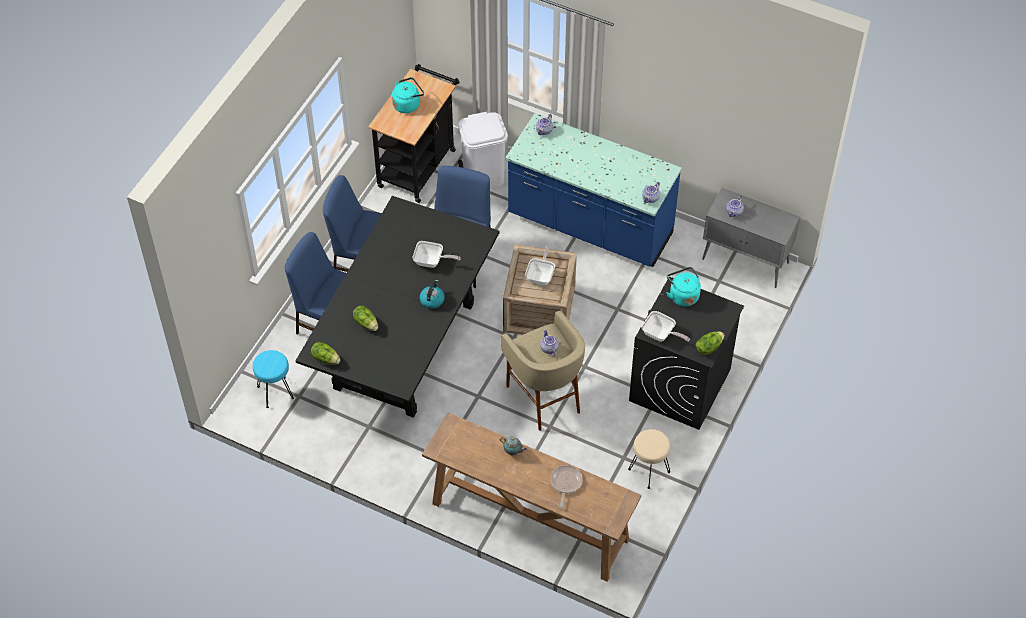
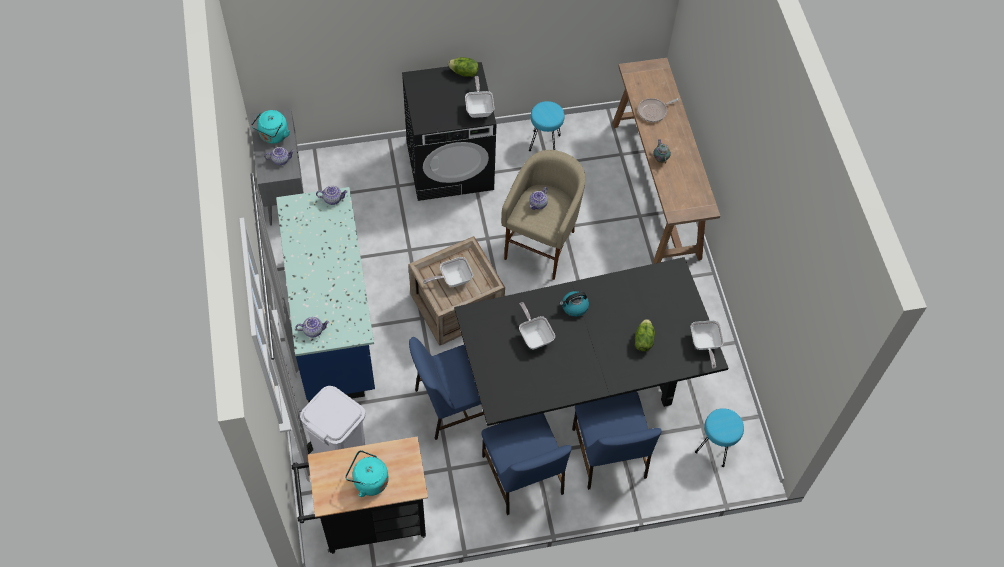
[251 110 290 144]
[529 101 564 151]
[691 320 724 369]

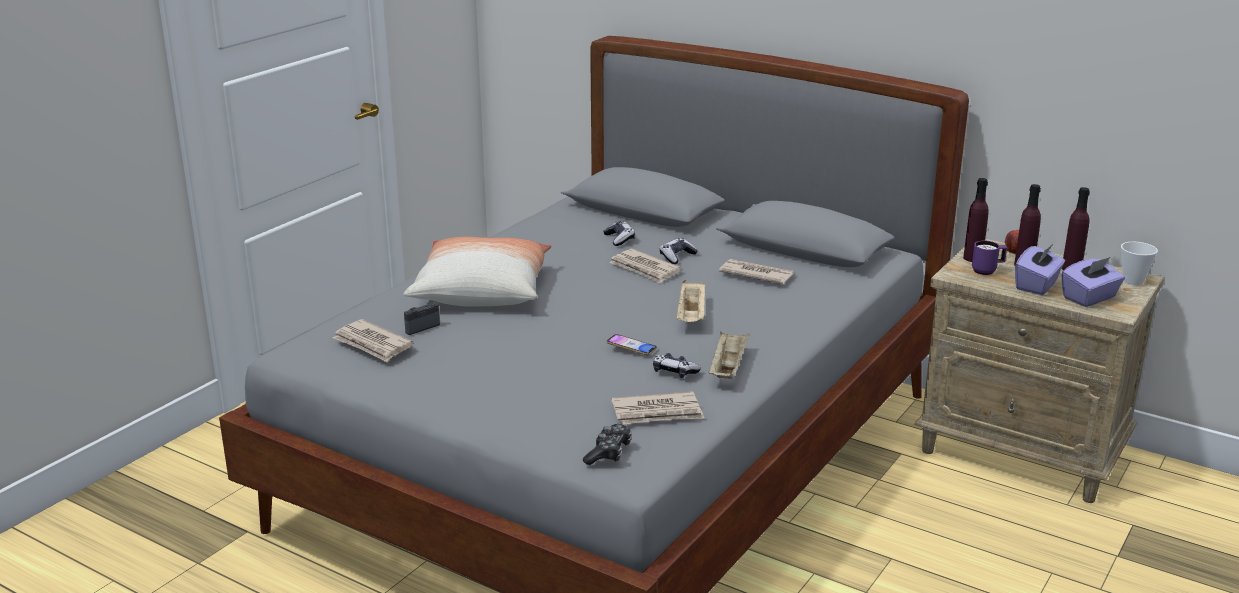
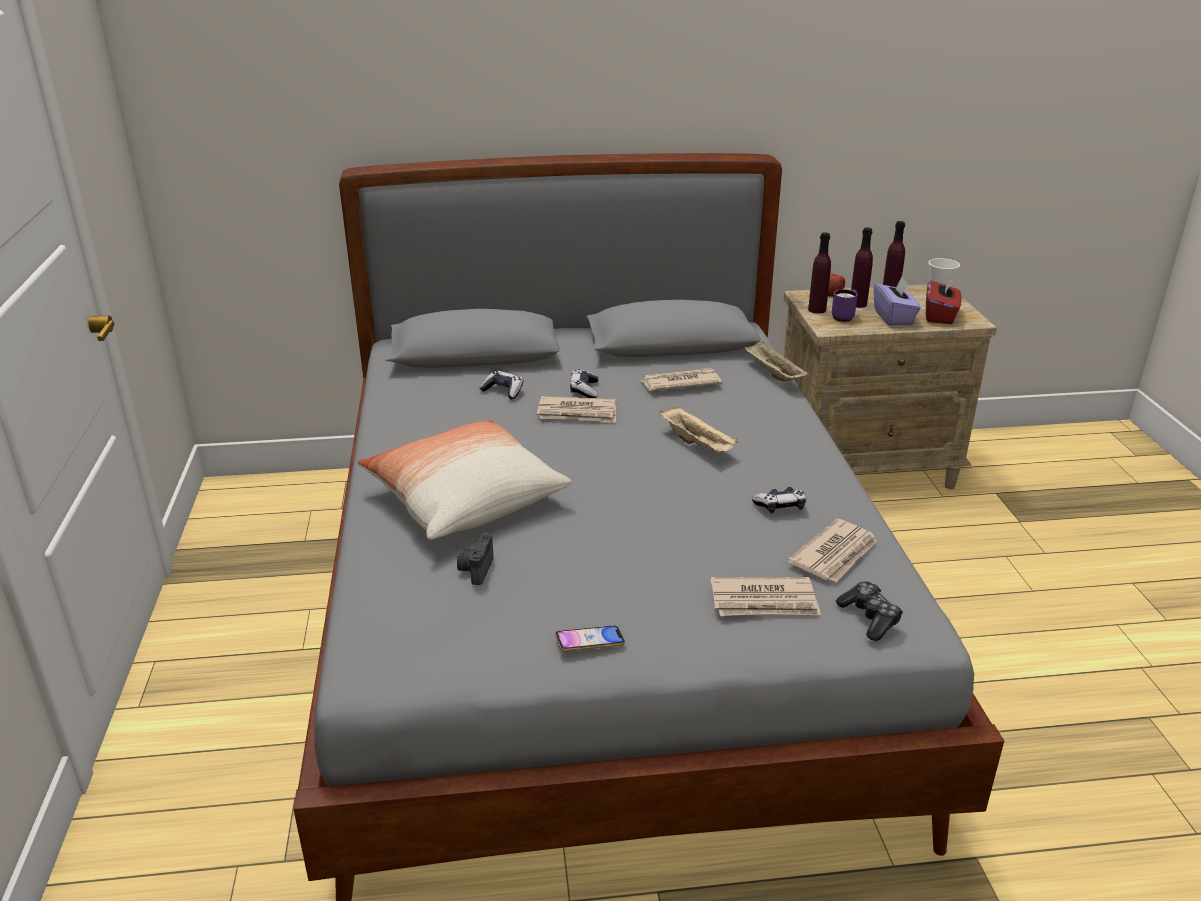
[555 626 625 651]
[710 577 821 616]
[743 341 809 382]
[926 278 962 324]

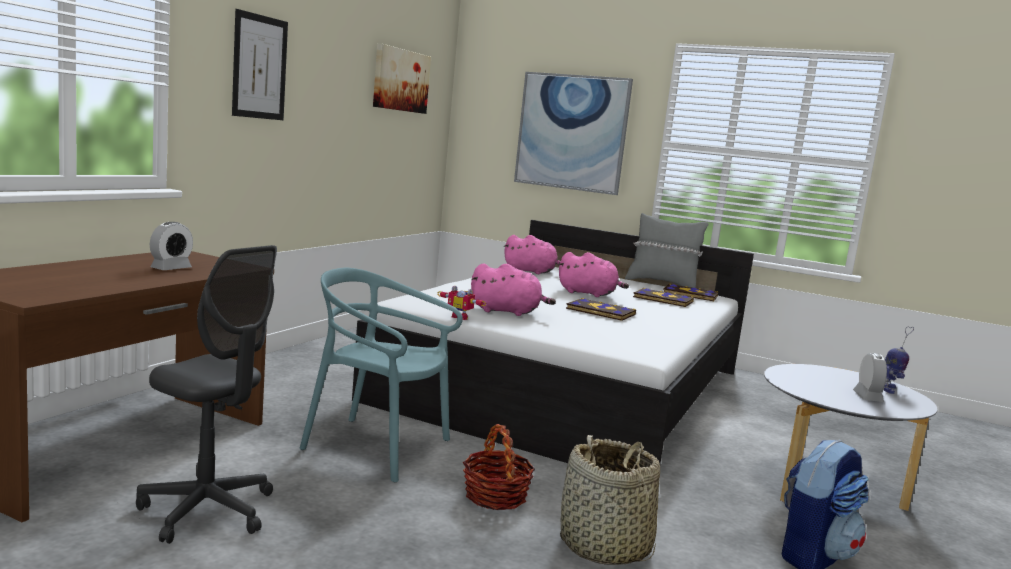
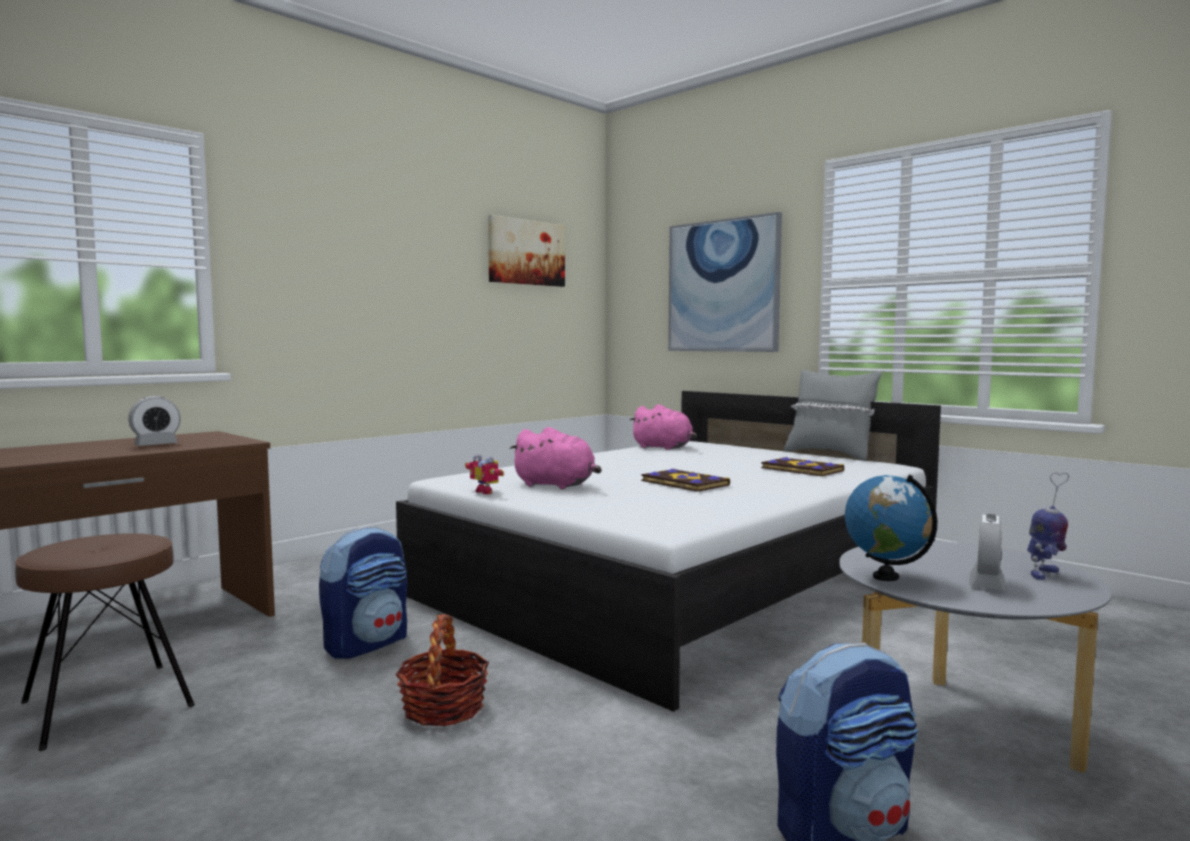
[15 533 195 751]
[319 526 407 659]
[845 475 937 581]
[232 9 288 120] (first image)
[559 252 629 297] (first image)
[560 435 660 565] (first image)
[663 284 718 301] (first image)

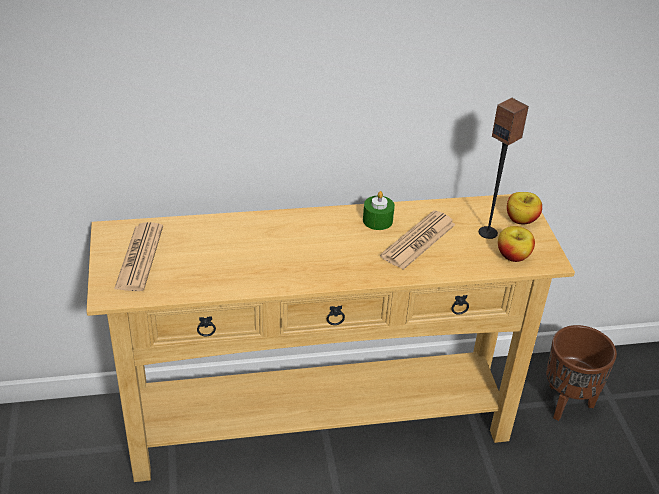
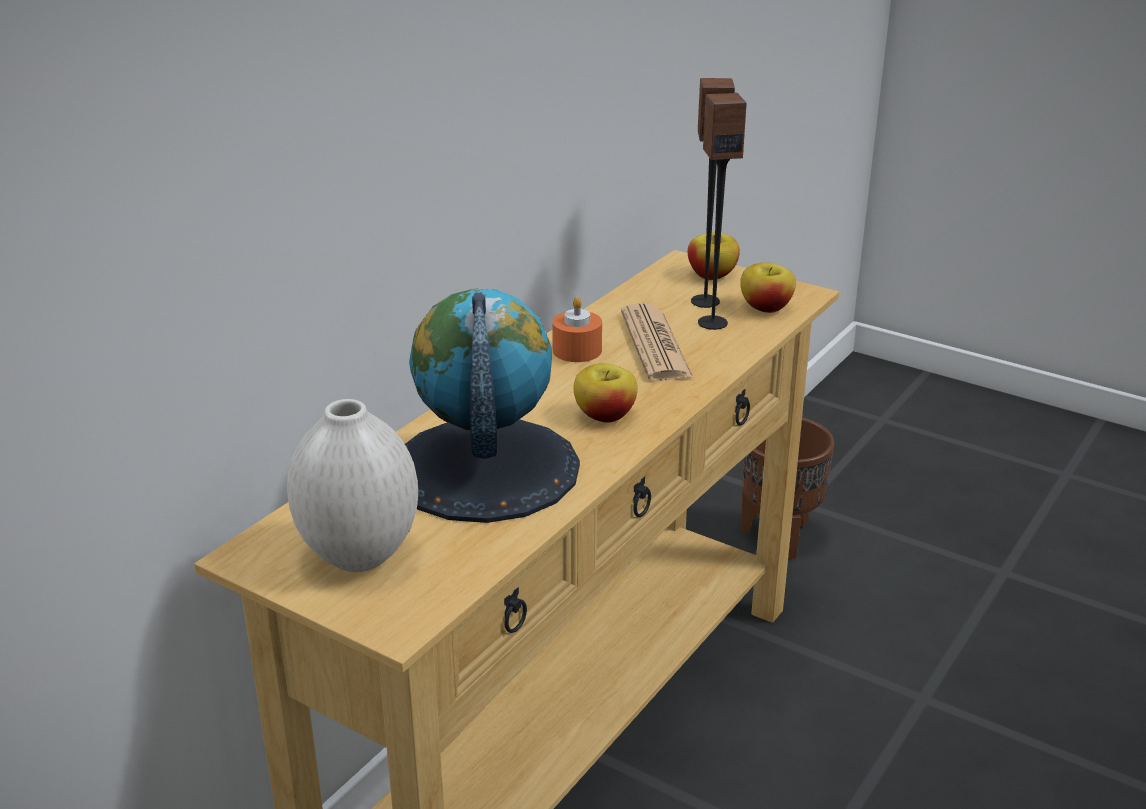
[287 399 418 572]
[405 289 580 523]
[552 296 602 362]
[574 363 638 423]
[698 93 747 330]

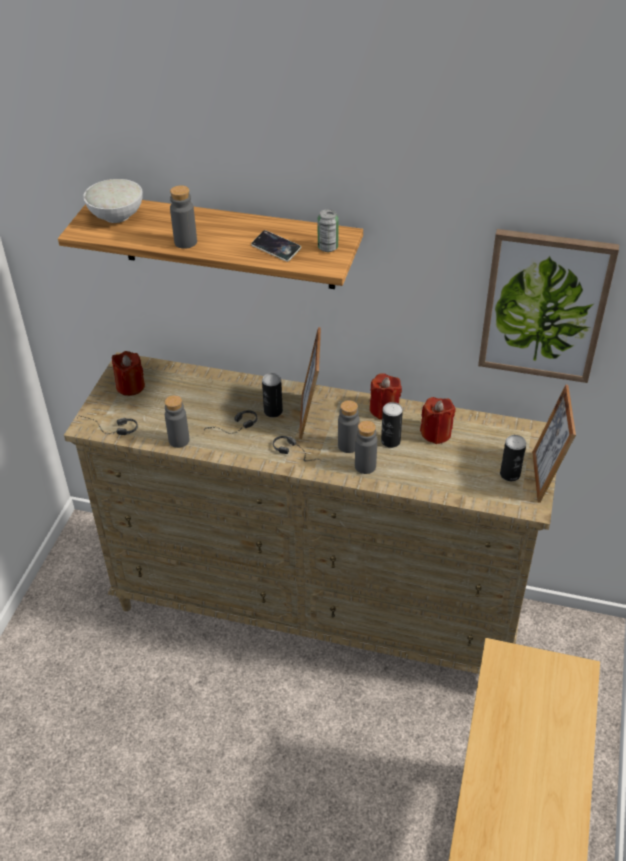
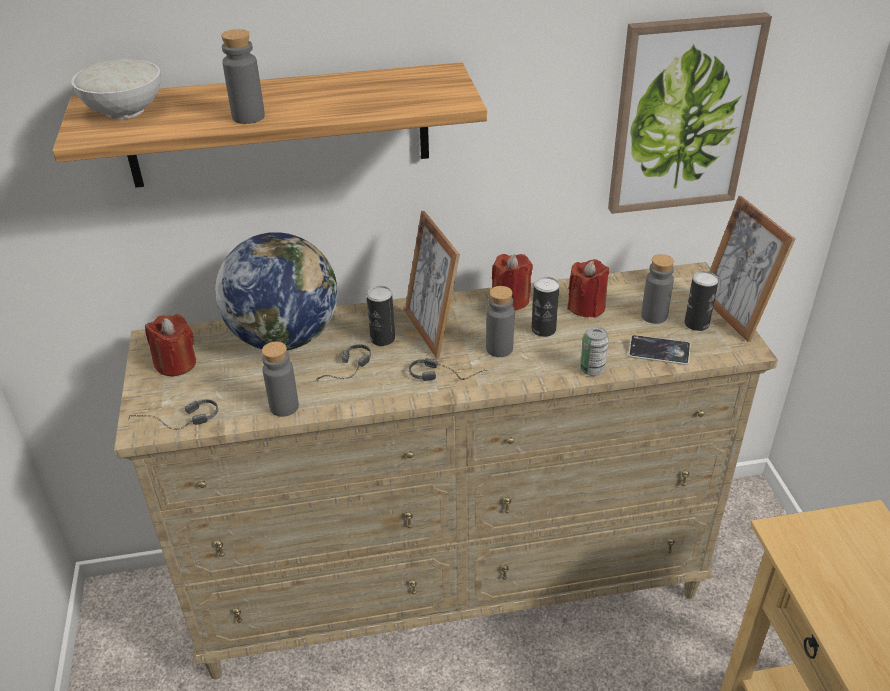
[215 232 338 350]
[580 326 609 376]
[629 335 691 365]
[641 254 674 324]

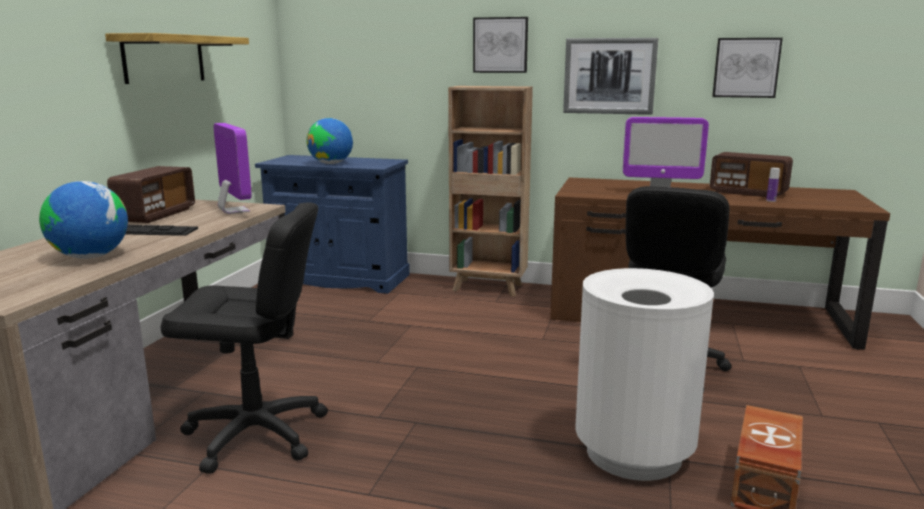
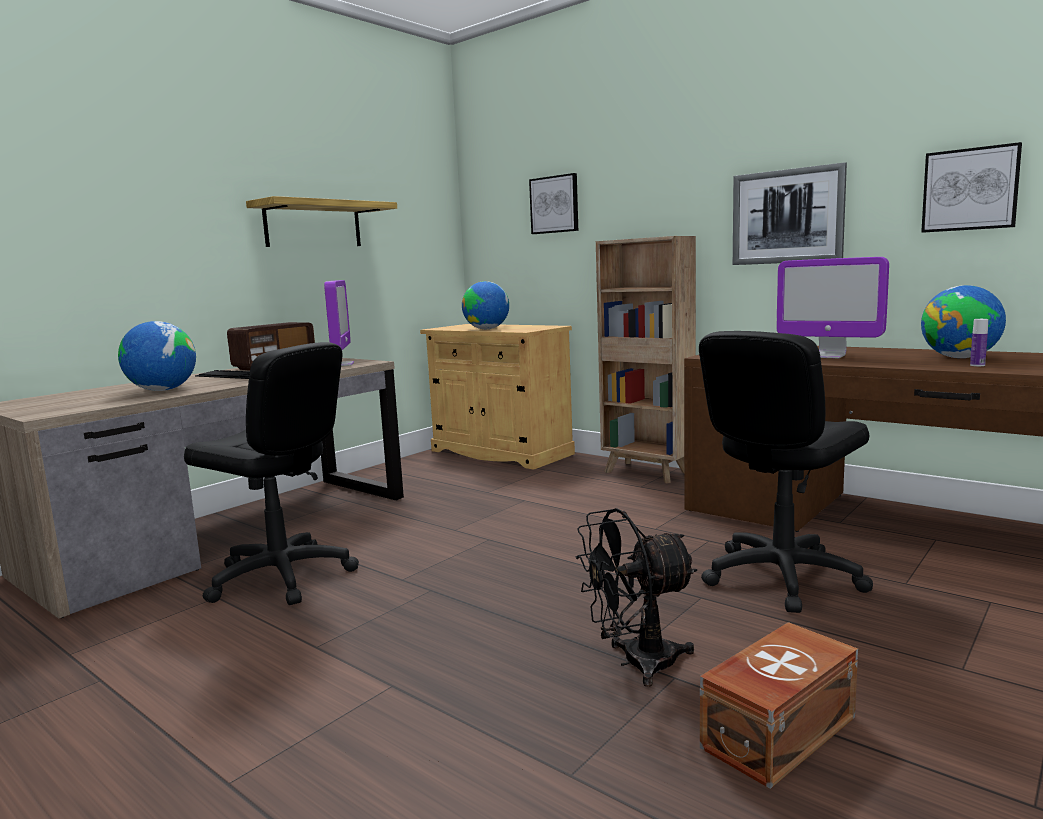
[420 324 575 470]
[529 173 578 234]
[576 508 697 687]
[921 285 1006 358]

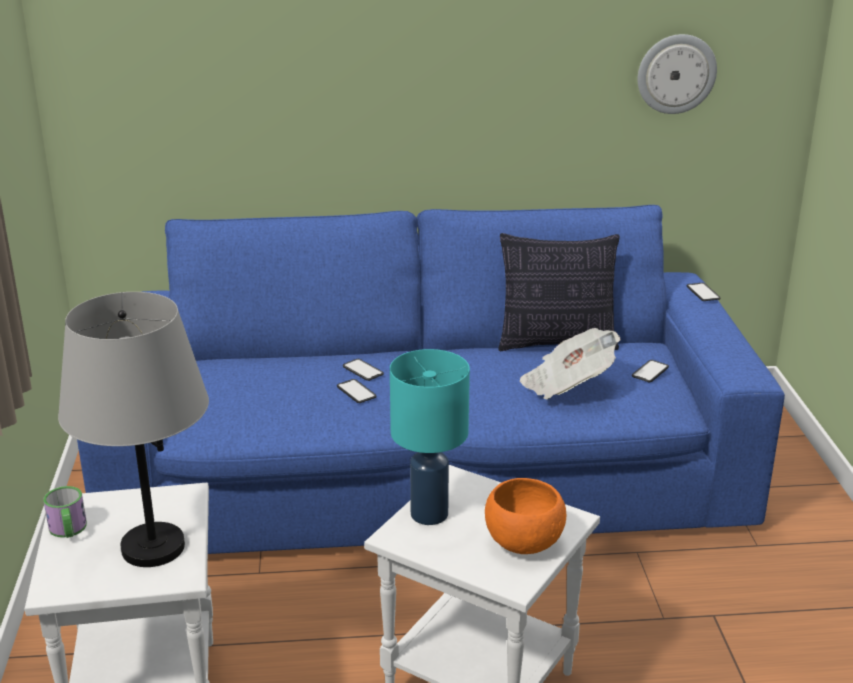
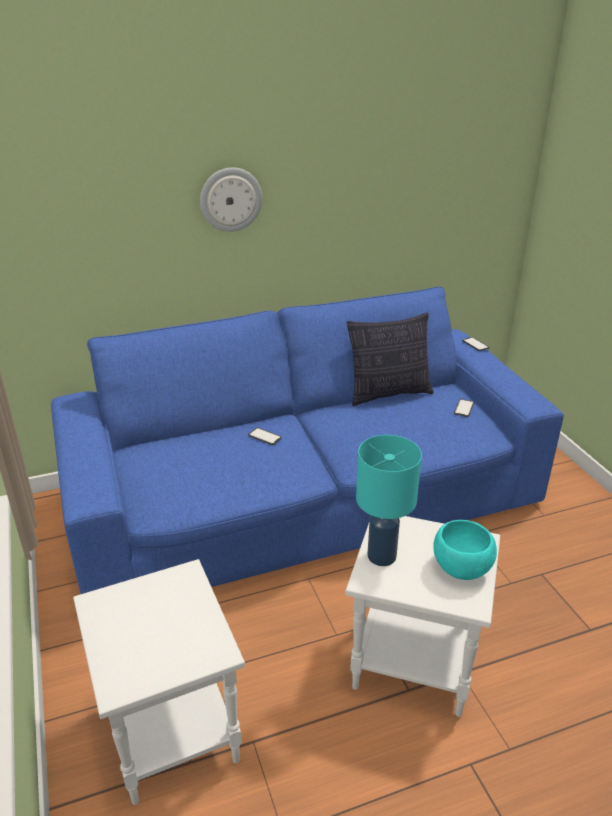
[200 167 262 232]
[433 520 497 580]
[43 486 87 538] (first image)
[58 292 209 567] (first image)
[337 379 377 403] (first image)
[520 328 621 399] (first image)

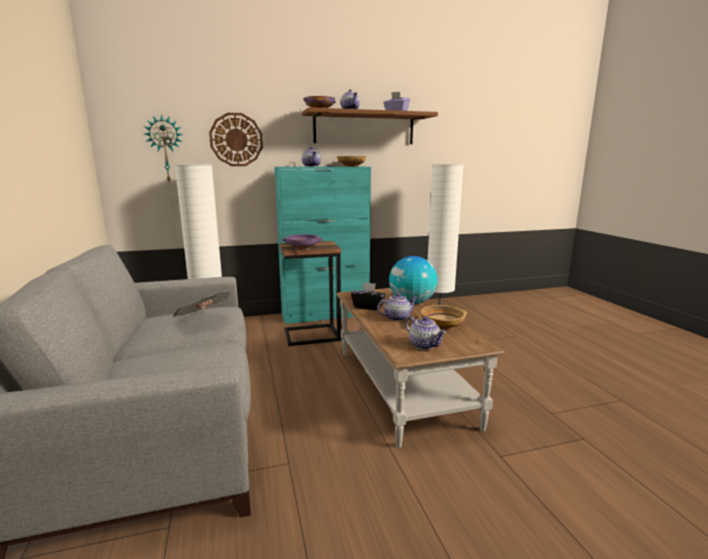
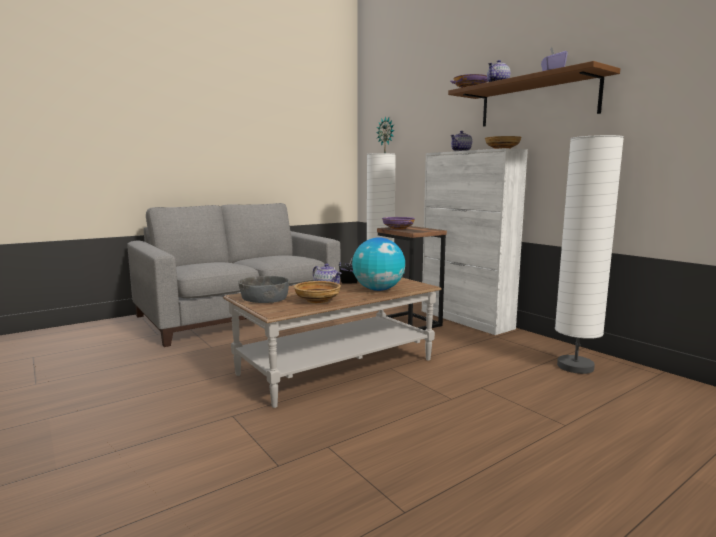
[238 276 289 303]
[422 148 528 335]
[173 292 230 317] (first image)
[209 113 263 166] (first image)

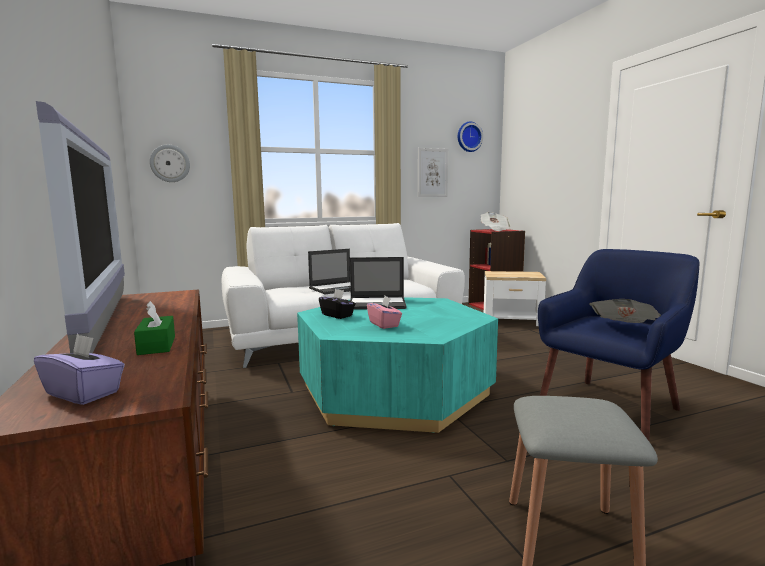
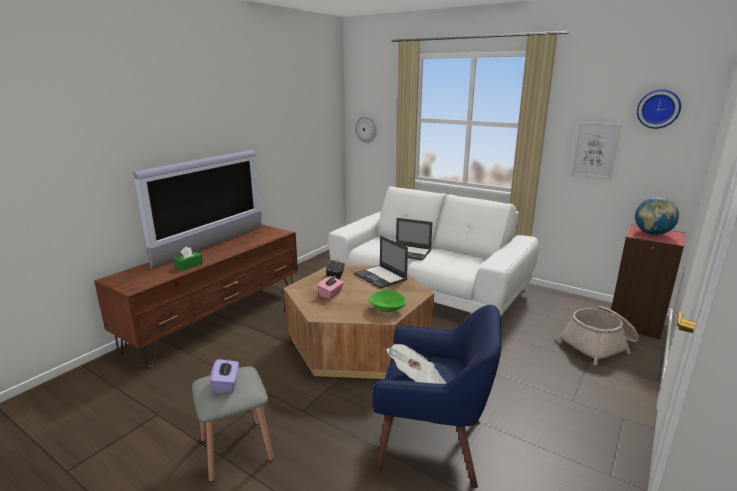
[210 356 239 394]
[284 265 434 379]
[368 290 406 312]
[556 306 639 365]
[635 197 679 235]

